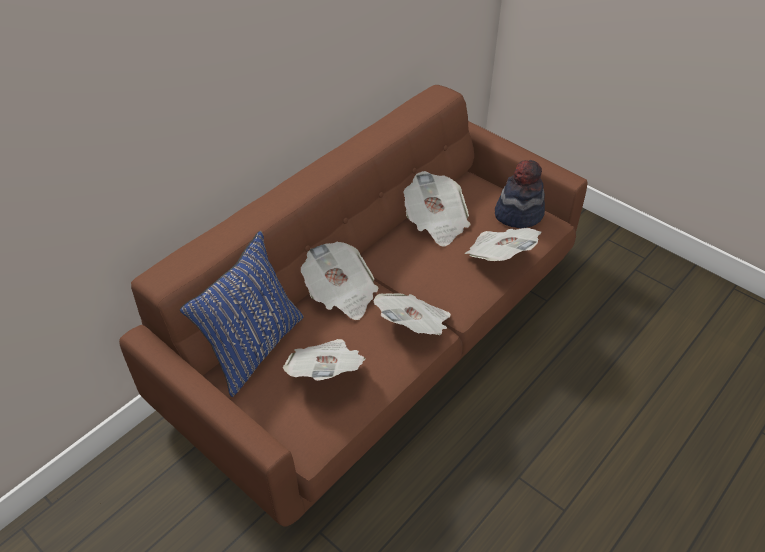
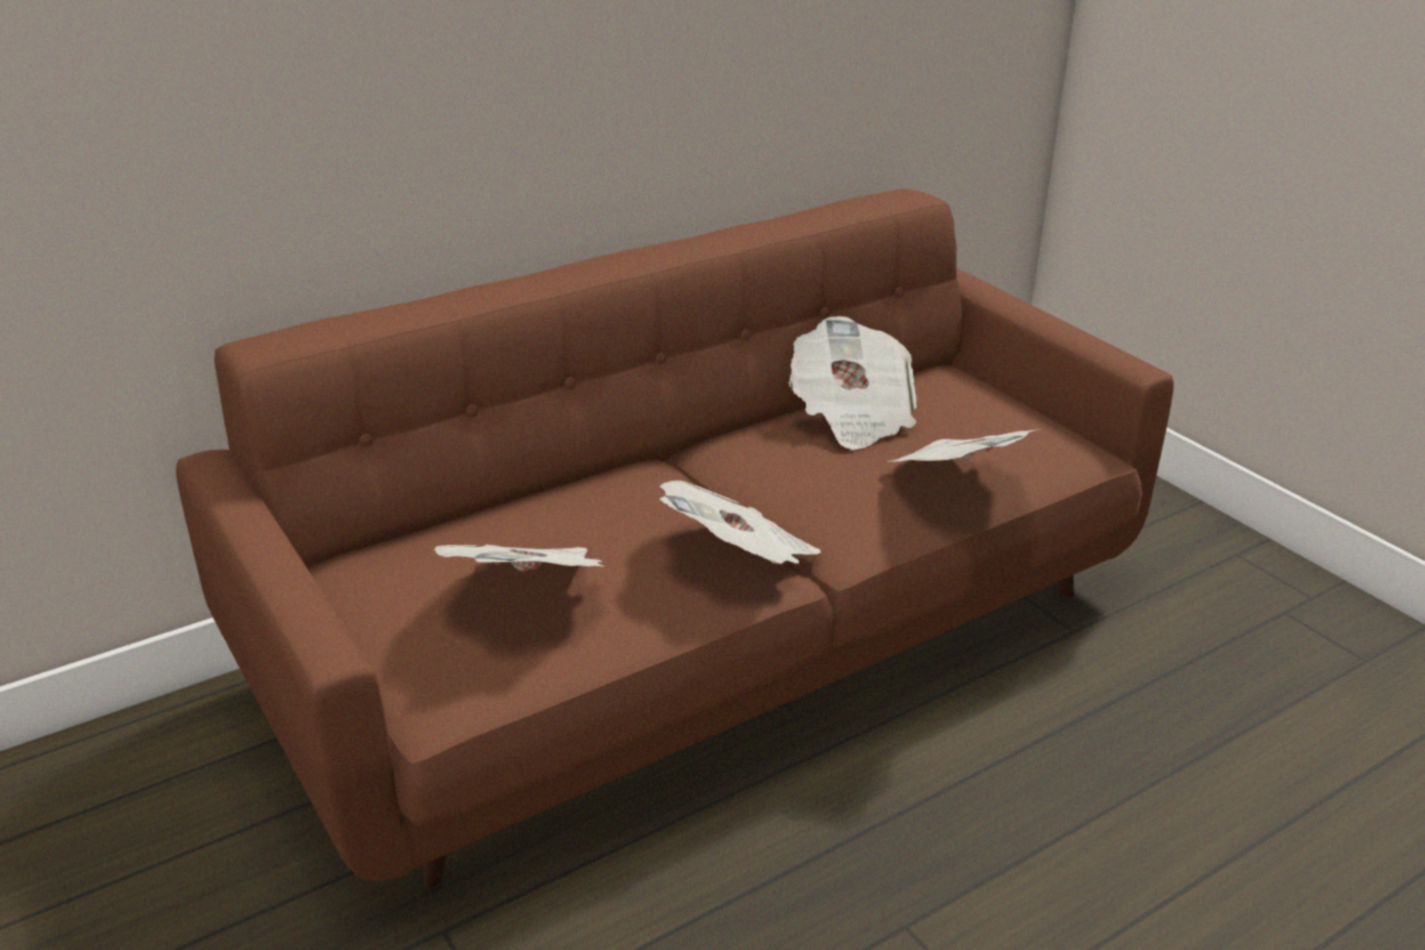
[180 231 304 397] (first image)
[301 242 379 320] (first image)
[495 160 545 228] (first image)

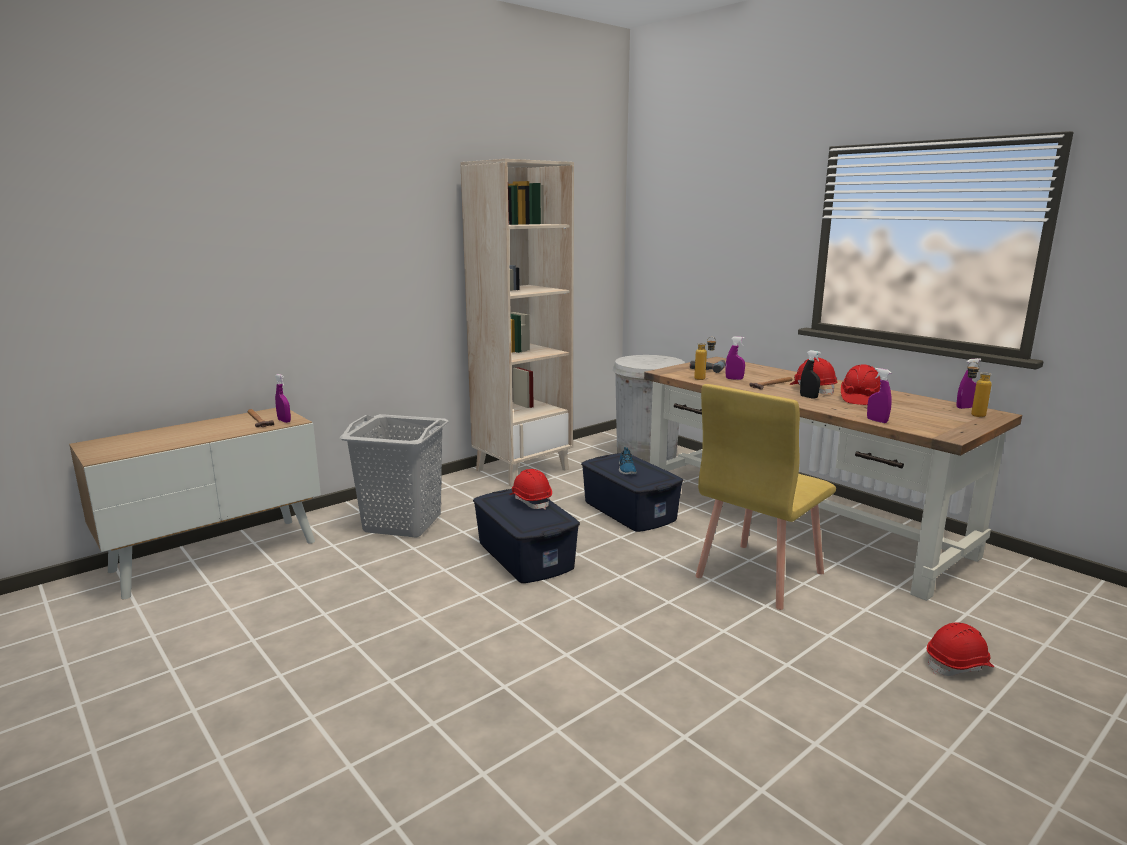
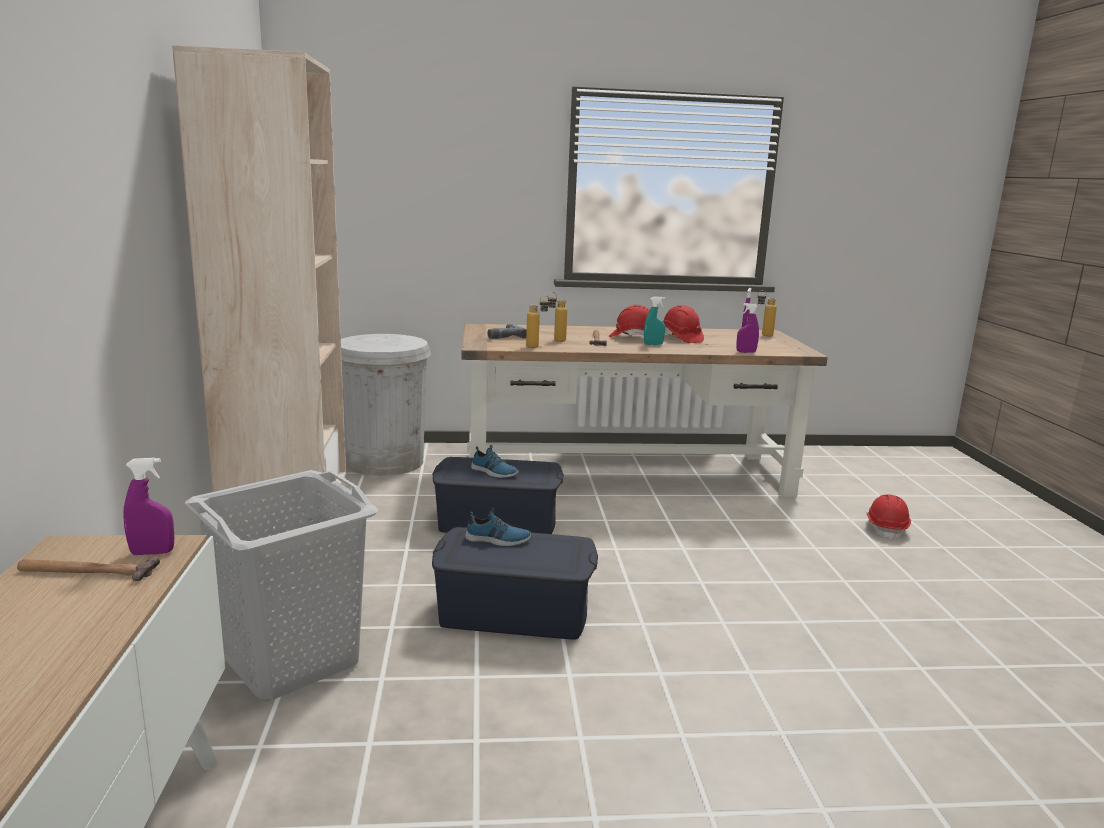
[465 508 531 546]
[548 292 567 342]
[644 297 665 345]
[696 384 836 610] (first image)

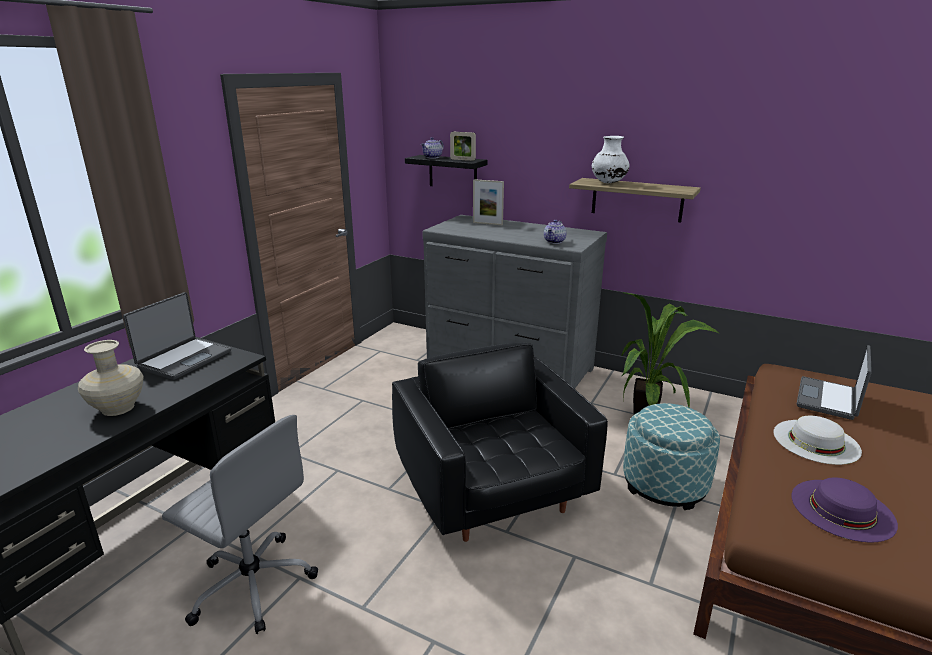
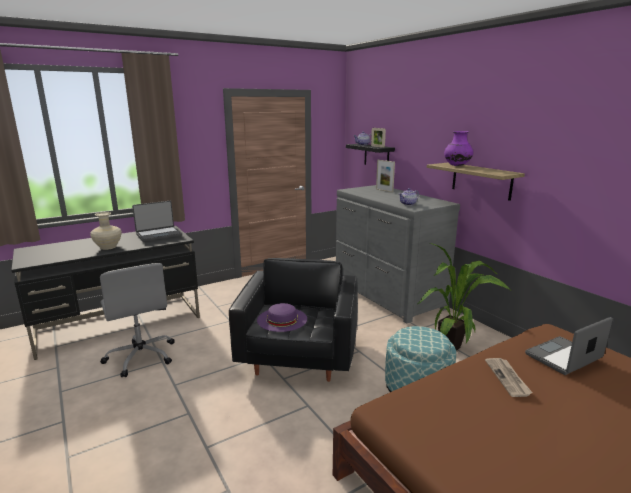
[257 303 307 332]
[444 131 473 166]
[485 358 533 397]

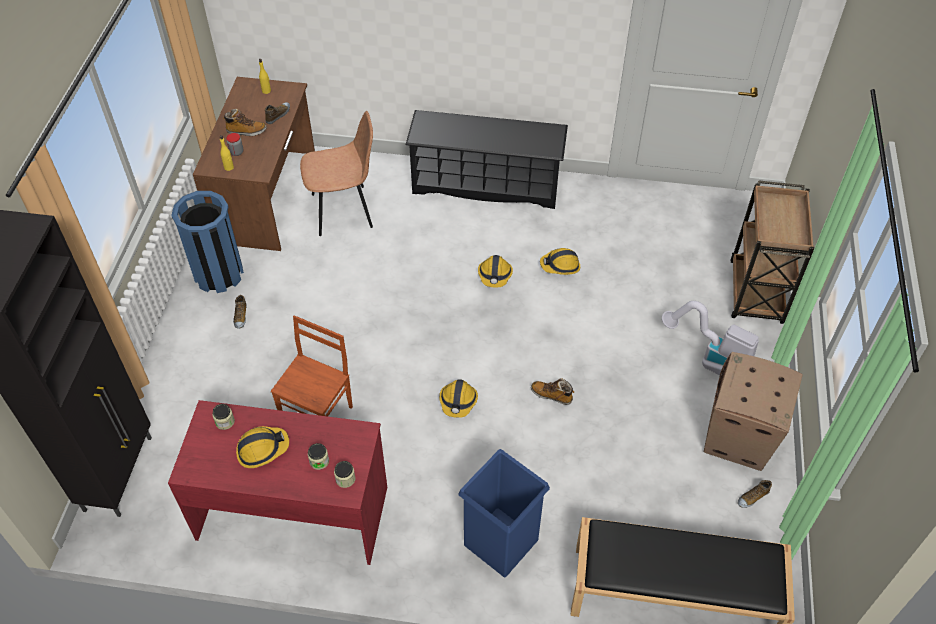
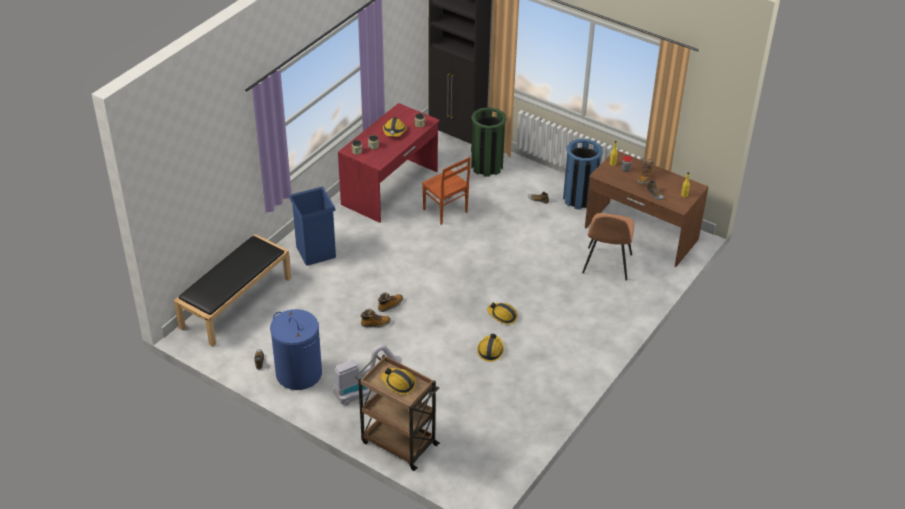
[270 309 322 390]
[360 309 391 328]
[381 368 416 395]
[471 107 507 177]
[406 110 568 209] (first image)

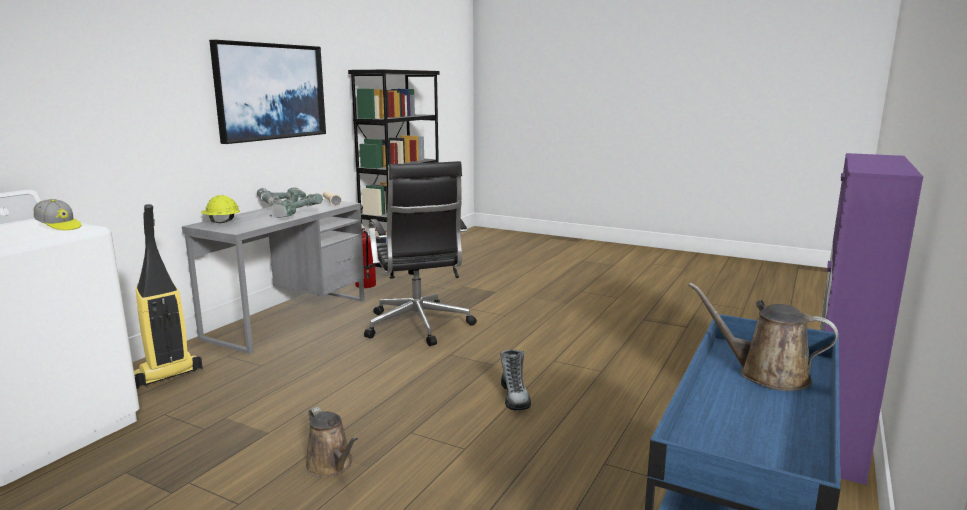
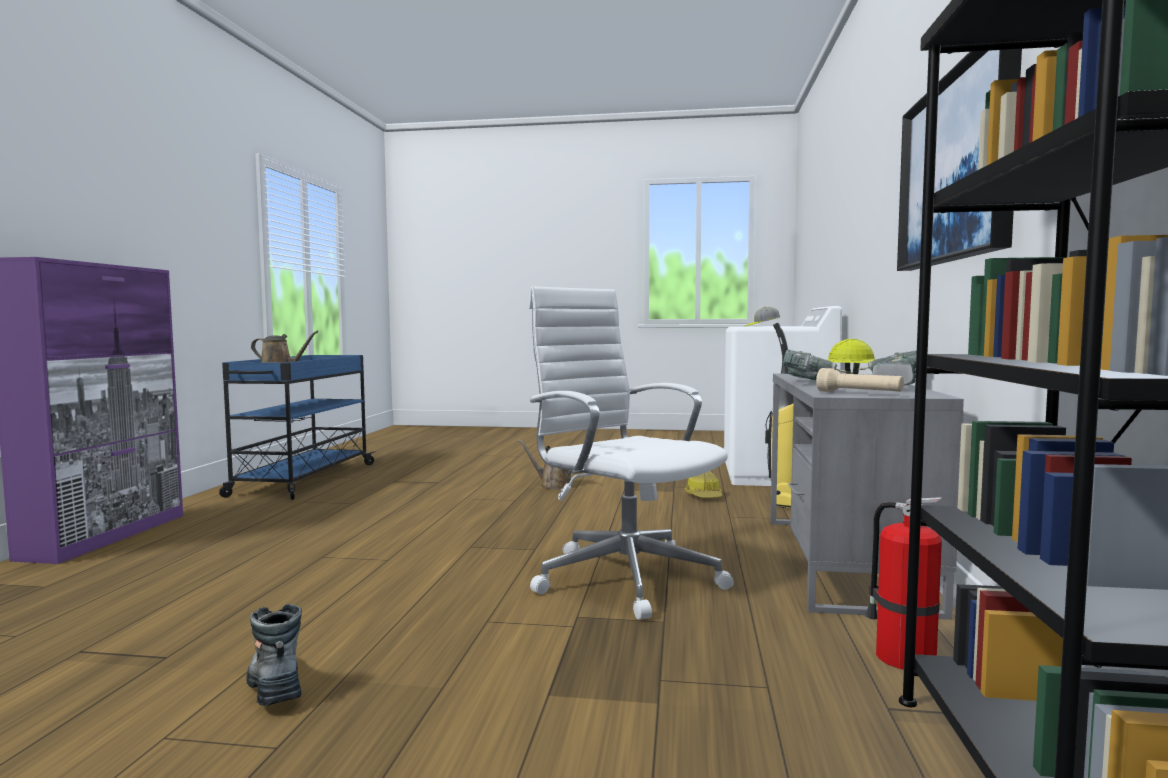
[246 604 302 706]
[529 286 734 620]
[685 471 722 497]

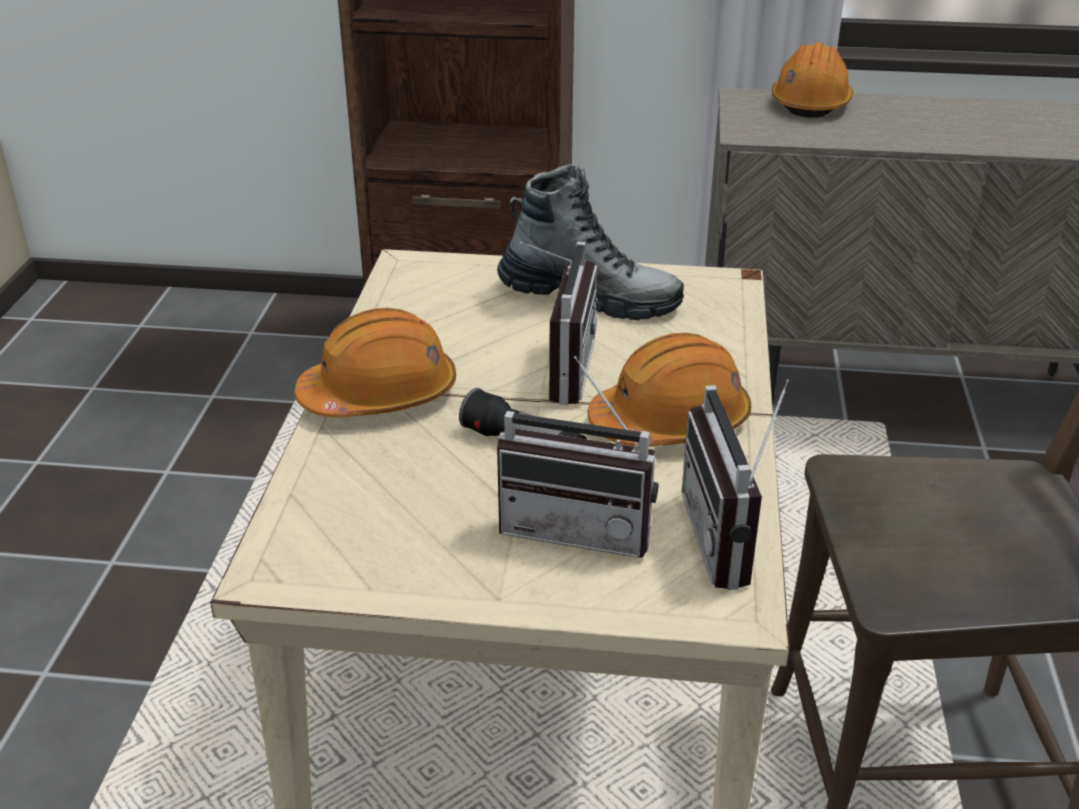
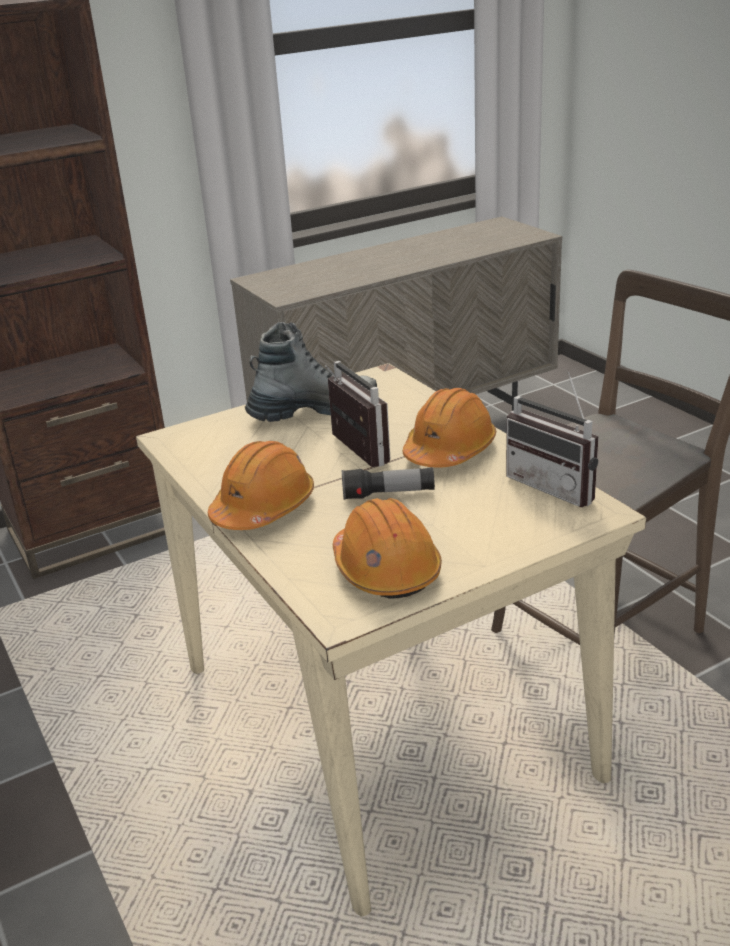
[333 498 442 598]
[497 356 658 558] (first image)

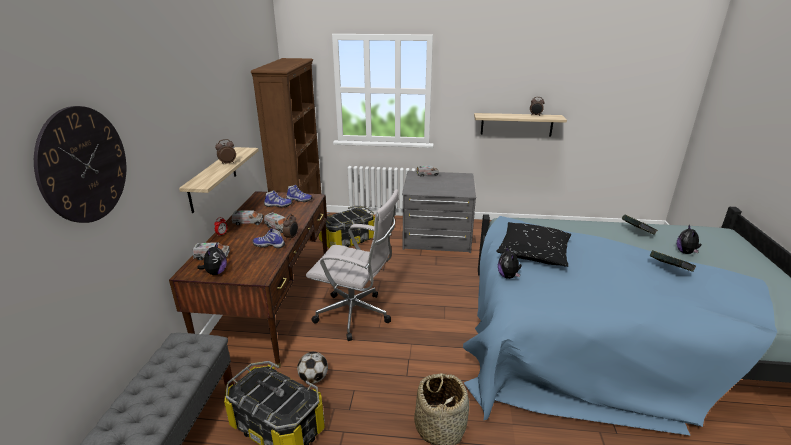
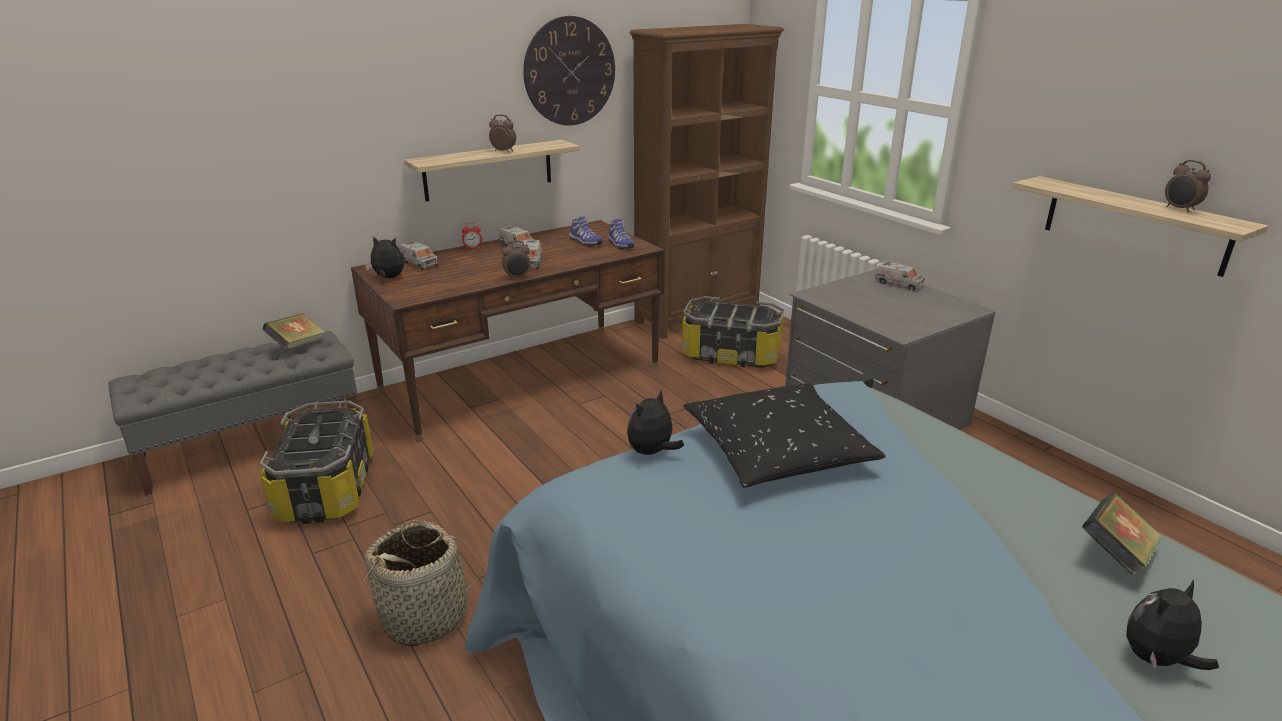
[263 313 325 350]
[365 236 404 278]
[523 16 615 125]
[253 228 285 248] (first image)
[297 352 328 384] (first image)
[306 189 399 341] (first image)

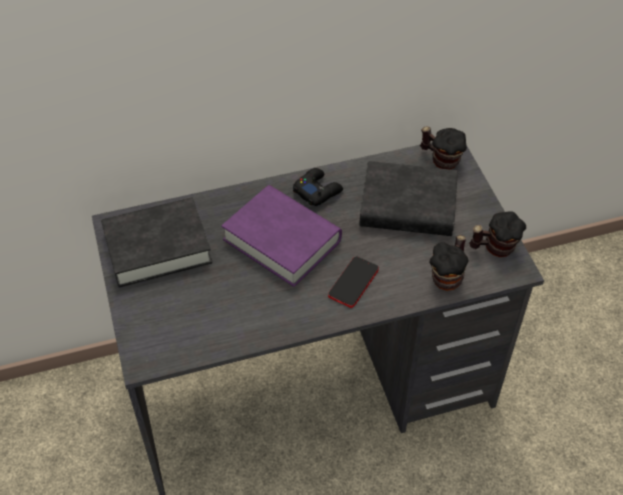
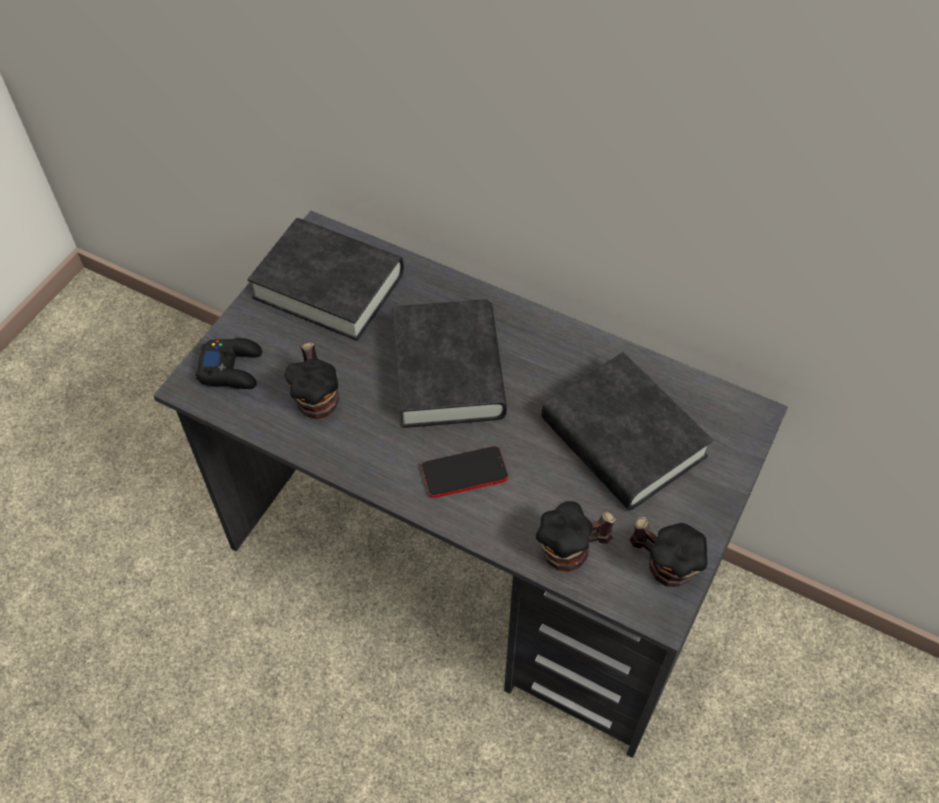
[195 338 262 389]
[284 342 339 419]
[392 299 507 428]

